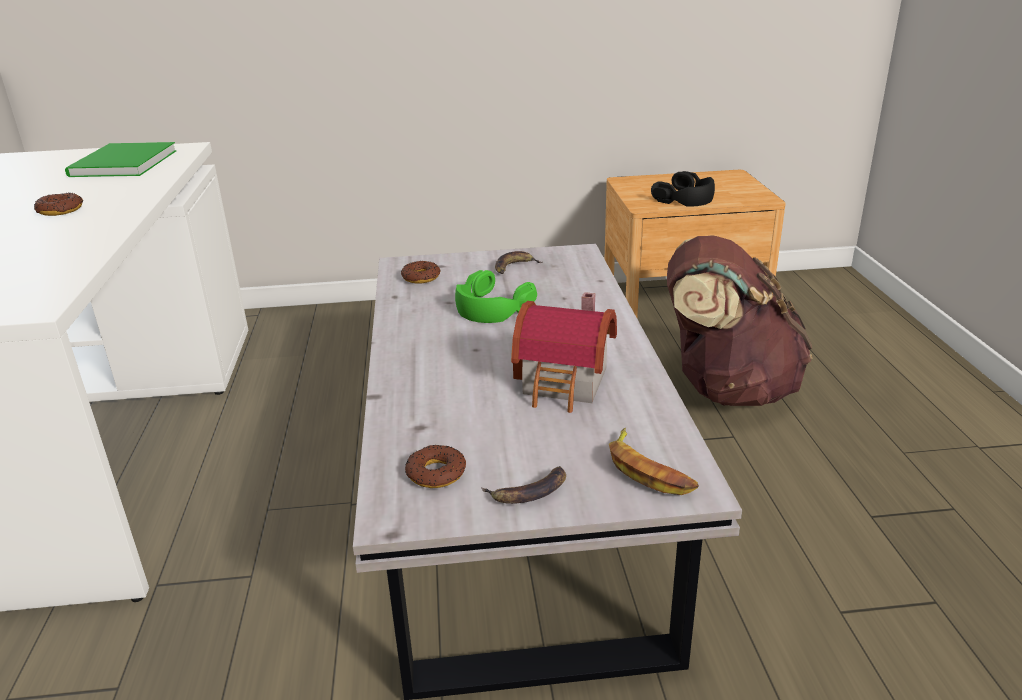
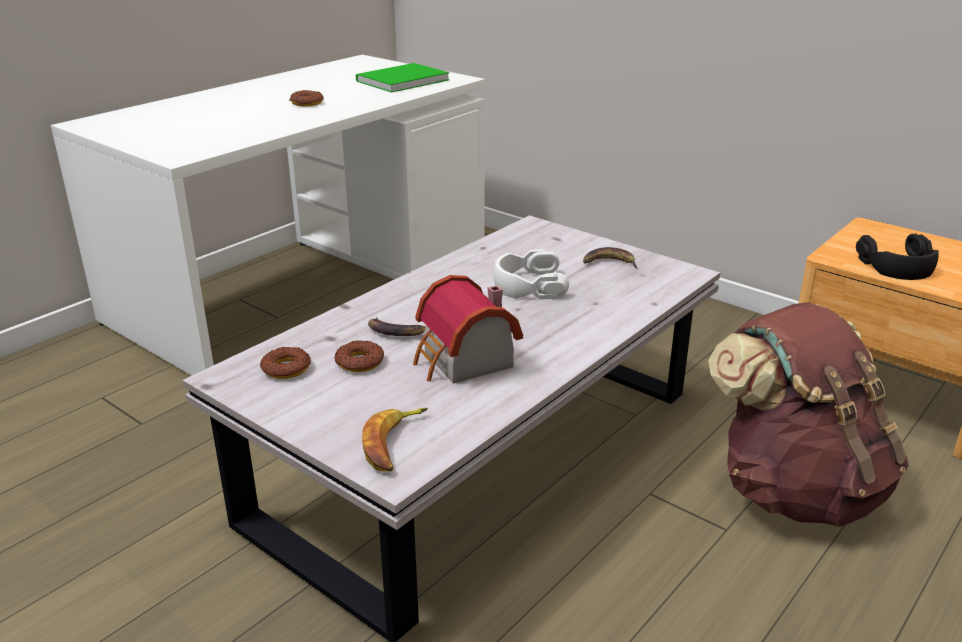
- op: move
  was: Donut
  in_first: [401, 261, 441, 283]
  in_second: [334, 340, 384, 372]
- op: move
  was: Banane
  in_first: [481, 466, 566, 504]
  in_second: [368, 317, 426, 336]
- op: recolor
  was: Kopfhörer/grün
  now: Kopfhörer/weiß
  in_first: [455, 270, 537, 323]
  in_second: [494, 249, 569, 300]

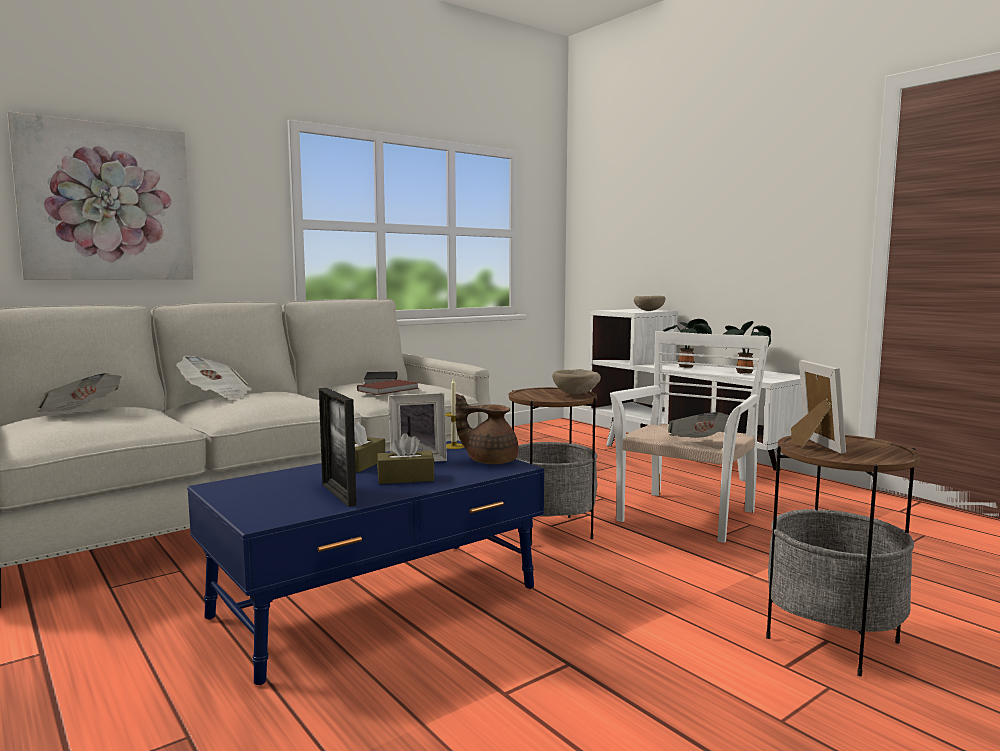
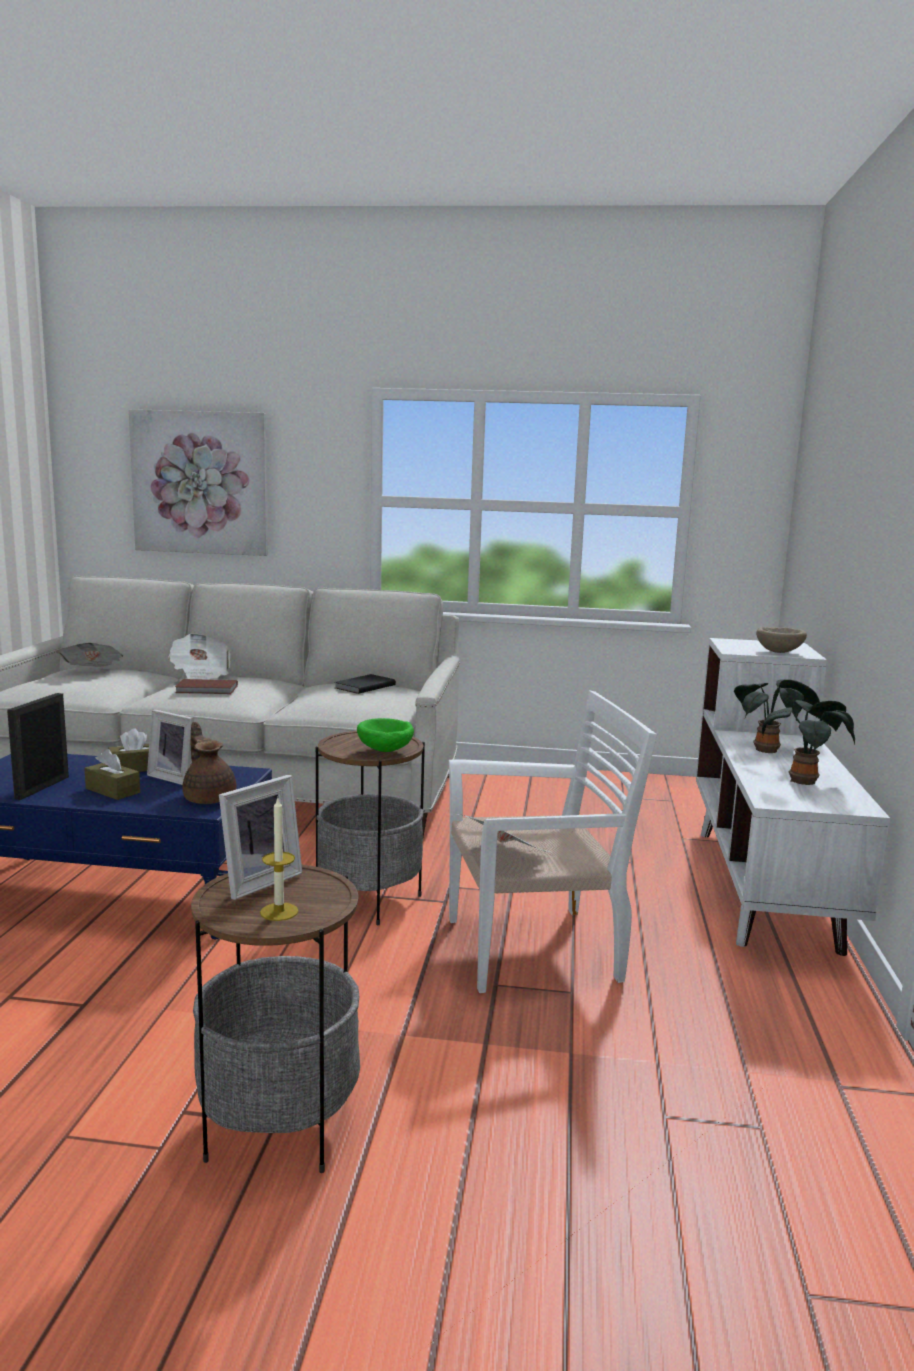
- op: move
  was: Buch/braun
  in_first: [357, 380, 419, 395]
  in_second: [175, 679, 238, 694]
- op: move
  was: Kerze
  in_first: [445, 377, 464, 449]
  in_second: [260, 798, 298, 921]
- op: recolor
  was: Schüssel/beige
  now: Schüssel/grün
  in_first: [552, 369, 601, 394]
  in_second: [357, 718, 414, 752]

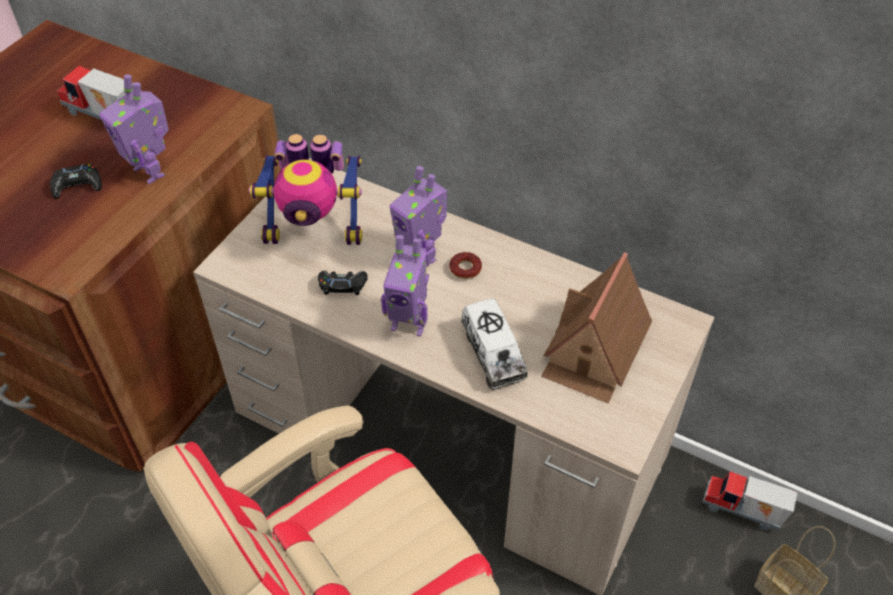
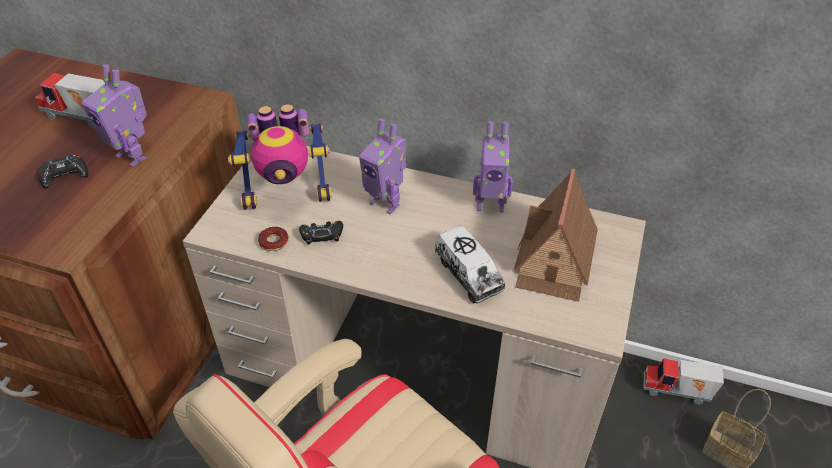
- op: move
  was: Donut
  in_first: [449, 252, 482, 279]
  in_second: [258, 227, 288, 251]
- op: move
  was: Spielzeugroboter
  in_first: [381, 235, 429, 337]
  in_second: [473, 121, 513, 212]

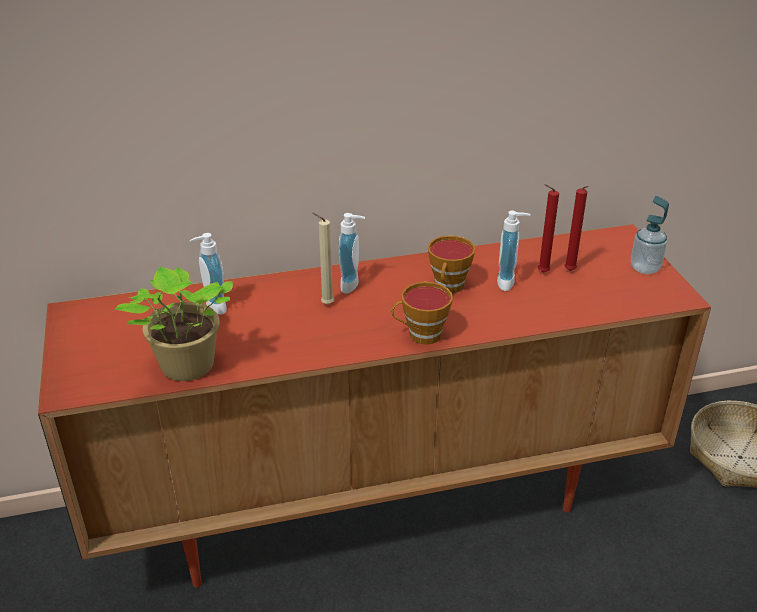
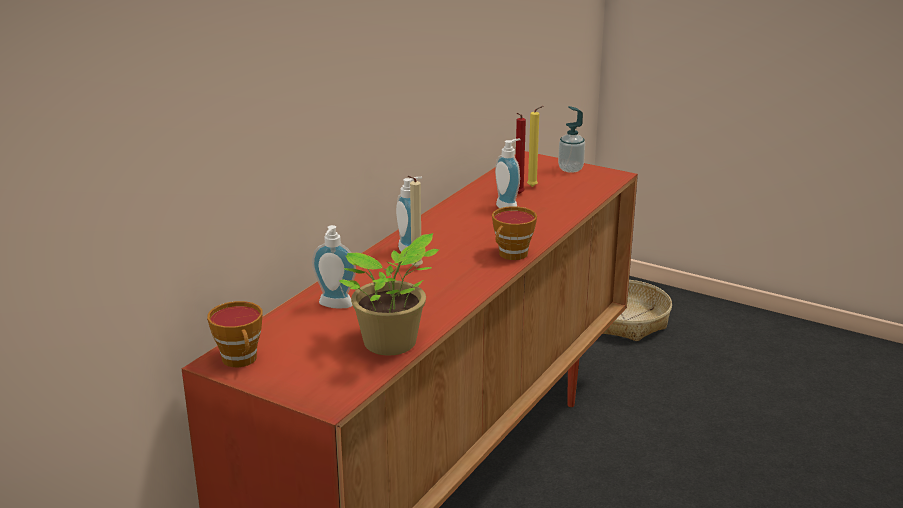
- op: move
  was: Tasse
  in_first: [428, 235, 475, 293]
  in_second: [207, 301, 263, 367]
- op: recolor
  was: Kerze/rot
  now: Kerze/gelb
  in_first: [564, 186, 589, 271]
  in_second: [527, 106, 544, 187]

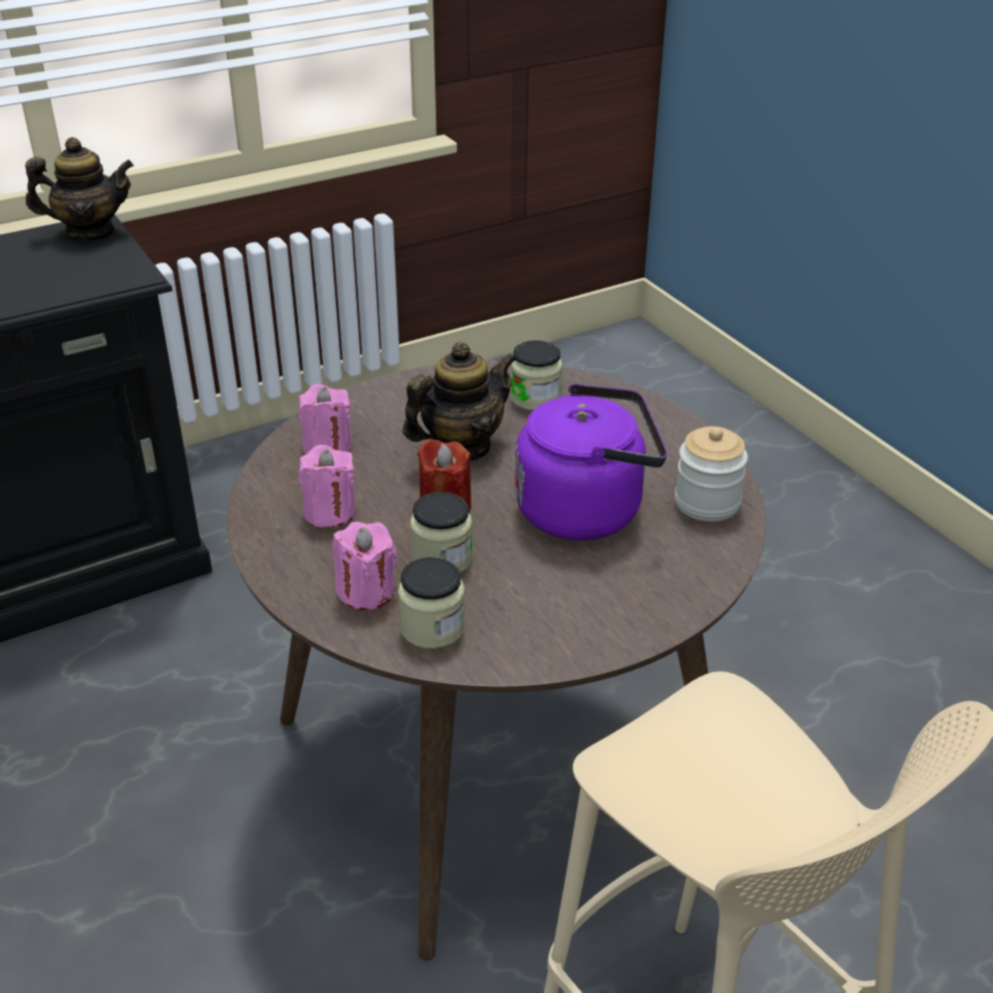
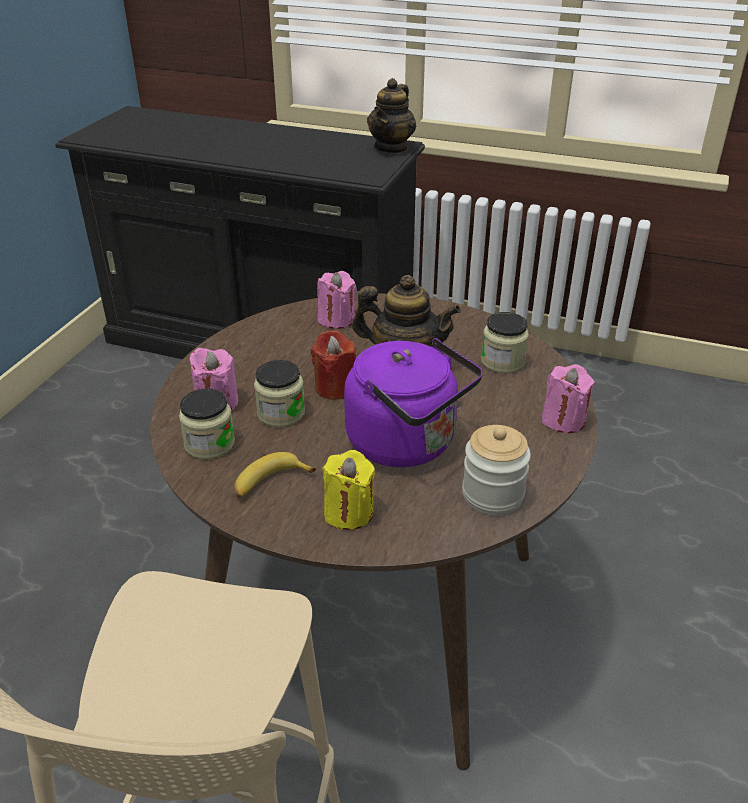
- op: insert
  now: Banane
  in_second: [234, 452, 316, 498]
- op: insert
  now: Kerze/gelb
  in_second: [323, 450, 375, 530]
- op: rotate
  was: Teekanne
  in_first: [25, 137, 134, 241]
  in_second: [367, 78, 416, 154]
  clockwise: 75
- op: move
  was: Kerze/rosa
  in_first: [299, 445, 356, 527]
  in_second: [542, 364, 595, 433]

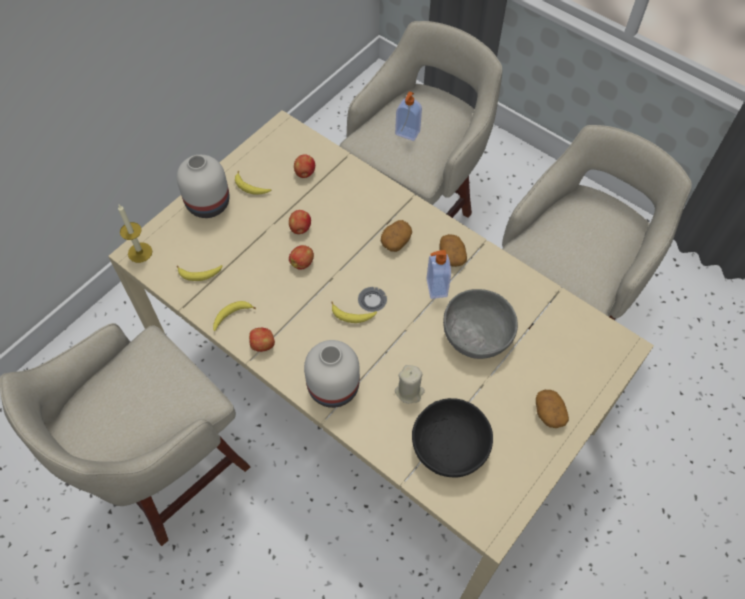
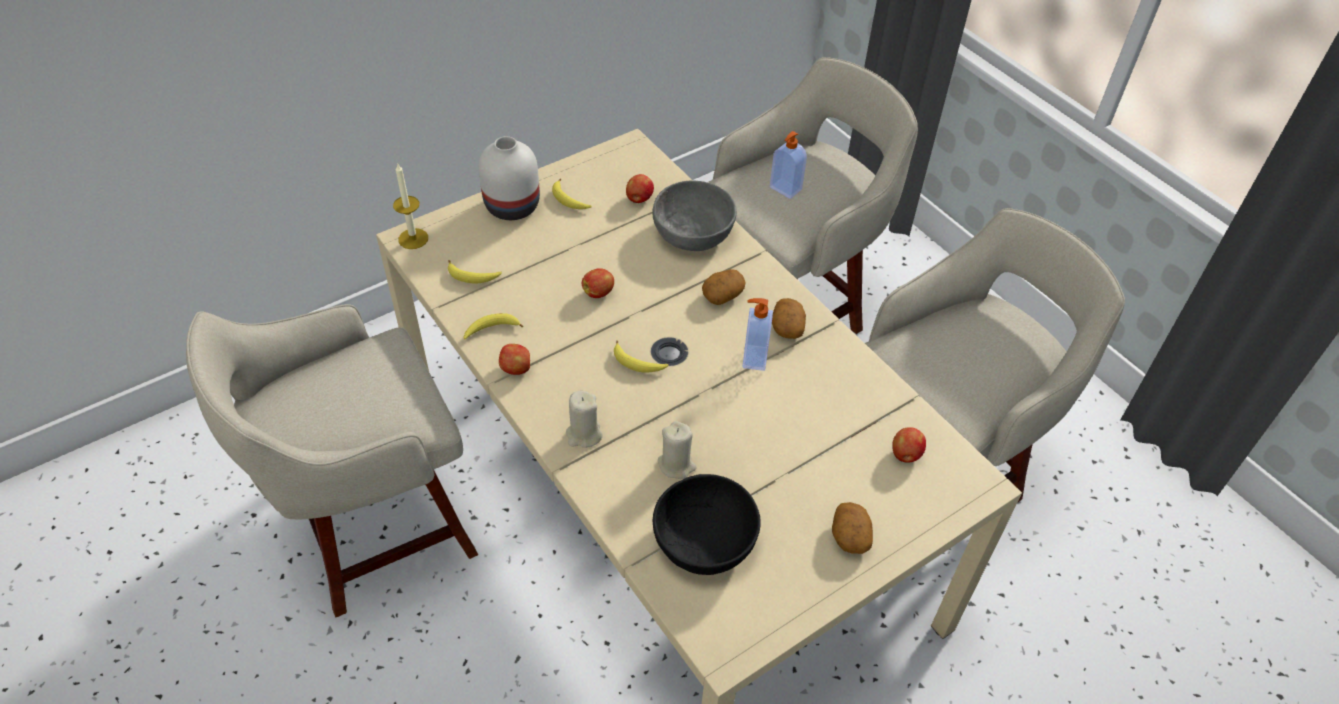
- op: replace
  was: Vase/weiß
  now: Kerze/beige
  in_first: [304, 340, 360, 408]
  in_second: [566, 391, 602, 448]
- op: move
  was: Schüssel/grau
  in_first: [443, 289, 518, 359]
  in_second: [652, 180, 737, 251]
- op: move
  was: Apfel
  in_first: [289, 210, 311, 234]
  in_second: [892, 427, 926, 462]

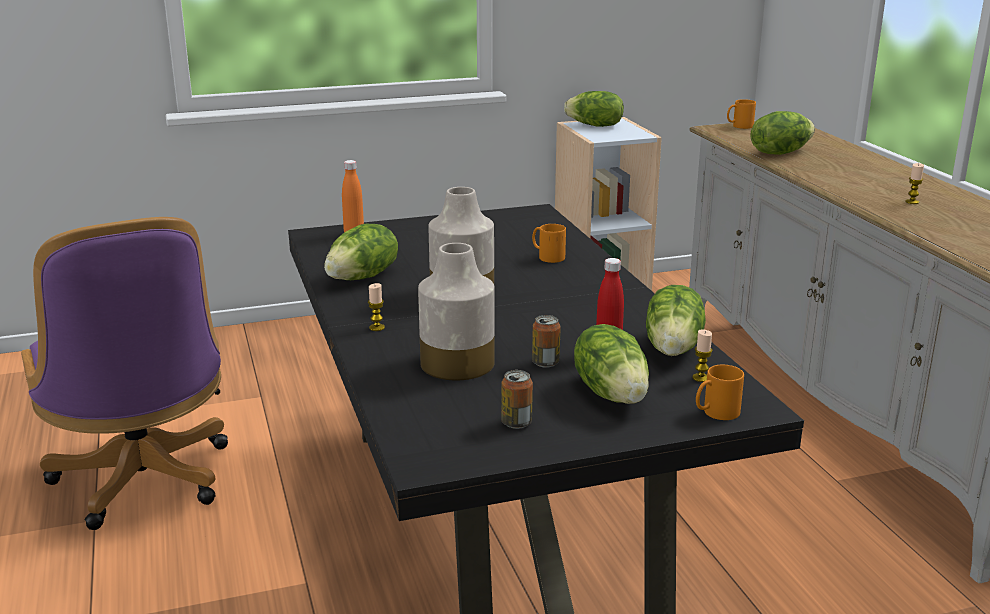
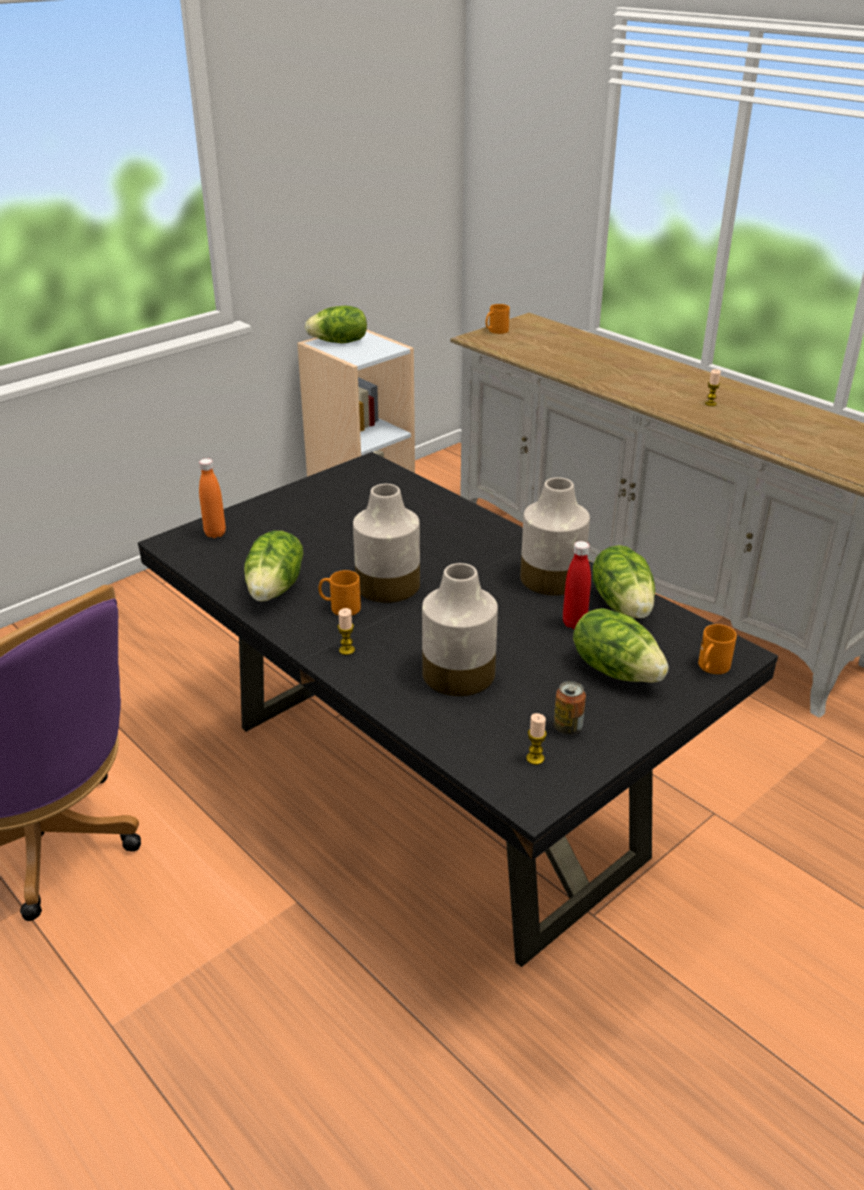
- op: move
  was: Henkelbecher/orange
  in_first: [532, 224, 566, 263]
  in_second: [318, 570, 361, 616]
- op: insert
  now: Vase/beige
  in_second: [520, 477, 590, 596]
- op: move
  was: Kerze
  in_first: [693, 329, 713, 382]
  in_second: [526, 713, 547, 765]
- op: delete
  was: Dose
  in_first: [532, 315, 561, 368]
- op: delete
  was: Salatkopf
  in_first: [750, 111, 815, 155]

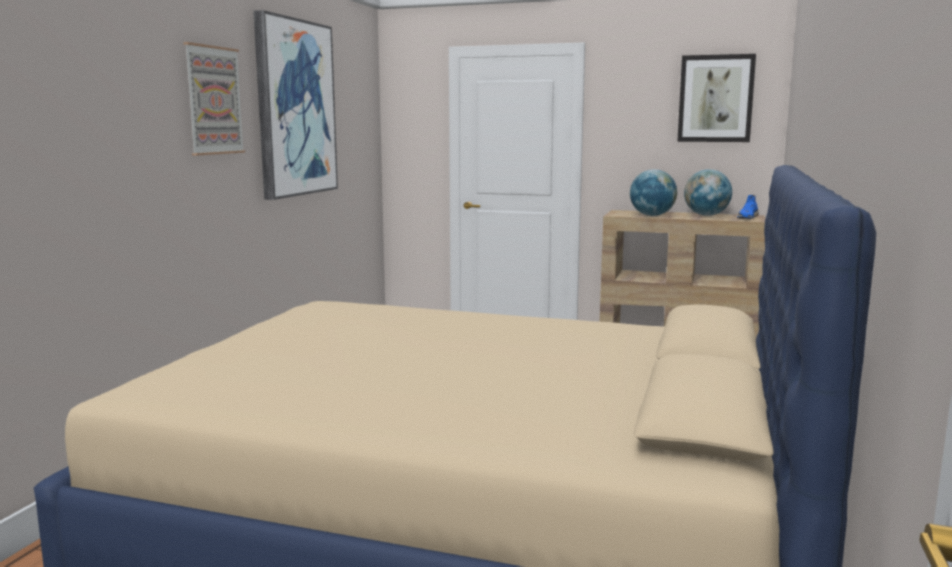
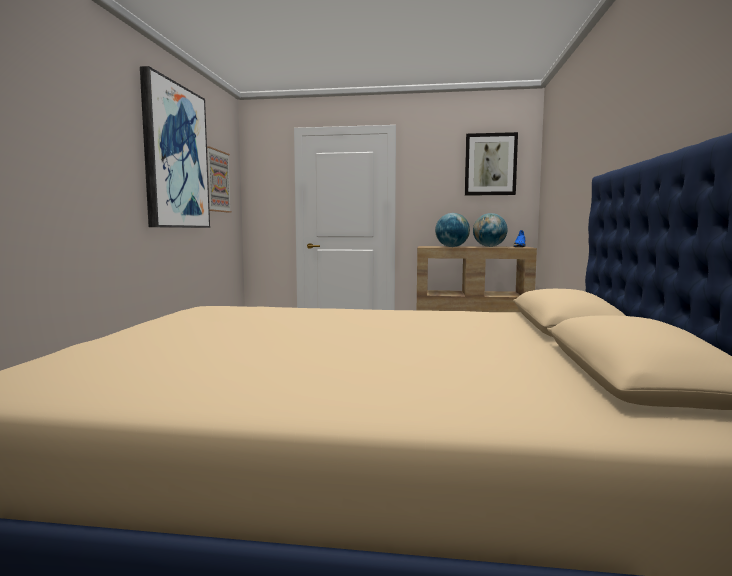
- op: move
  was: Bild
  in_first: [184, 42, 245, 156]
  in_second: [207, 146, 232, 213]

